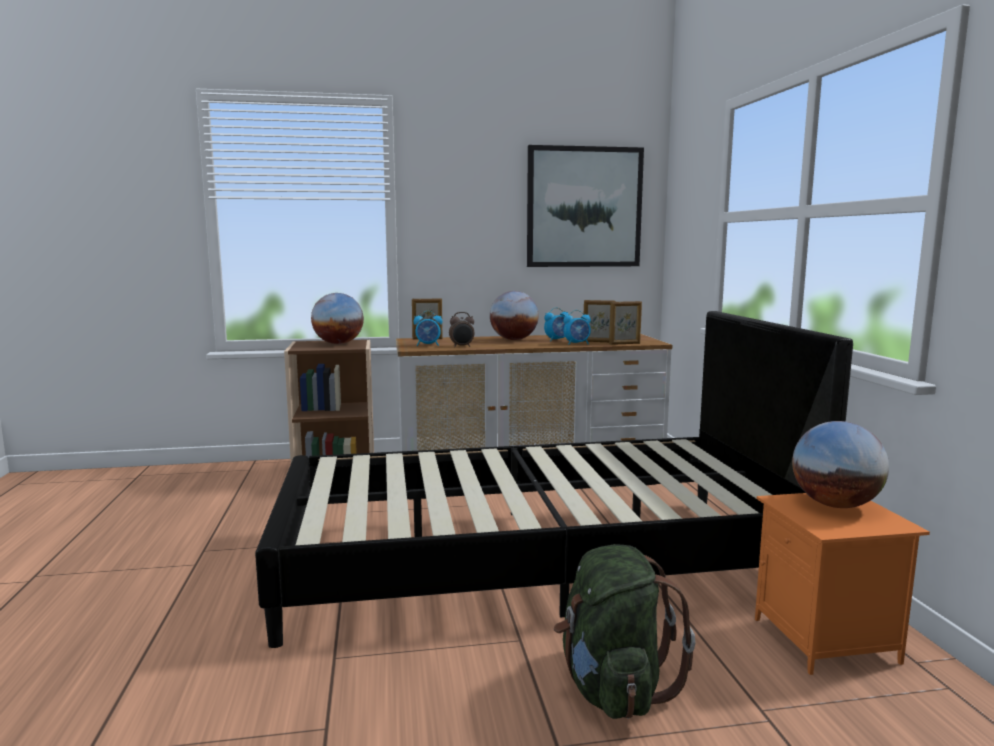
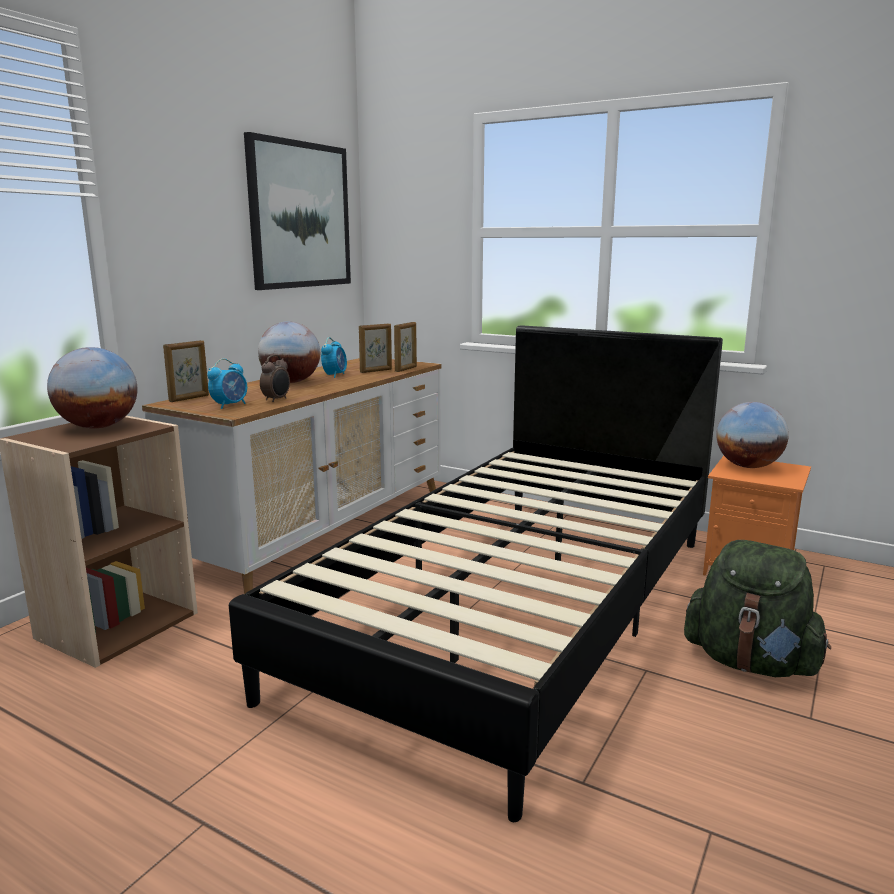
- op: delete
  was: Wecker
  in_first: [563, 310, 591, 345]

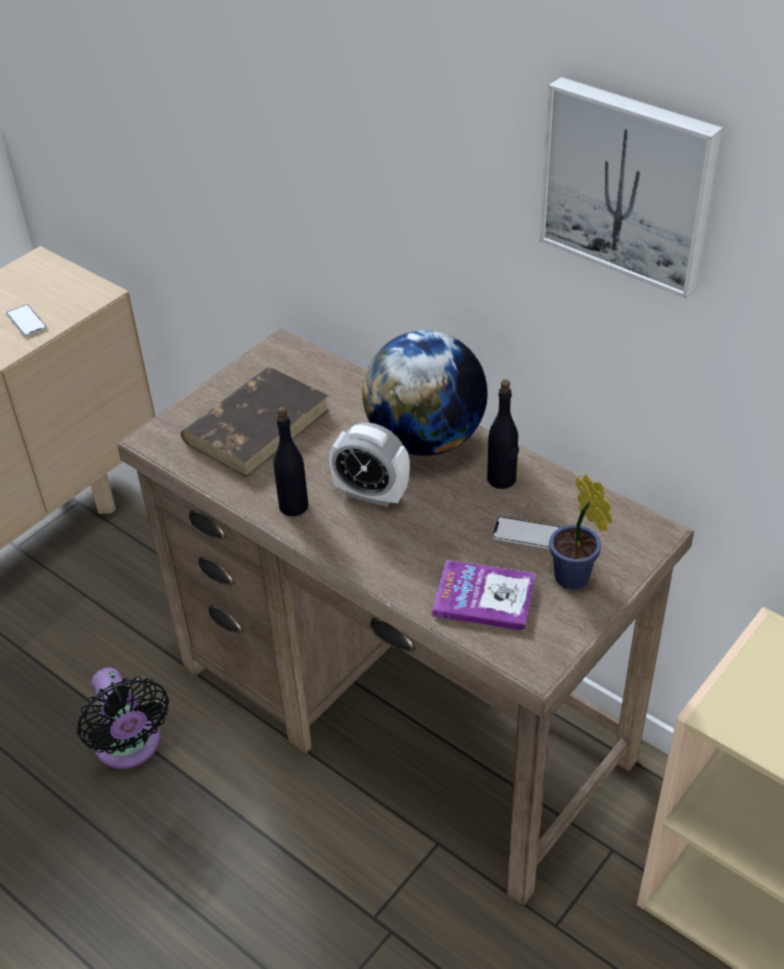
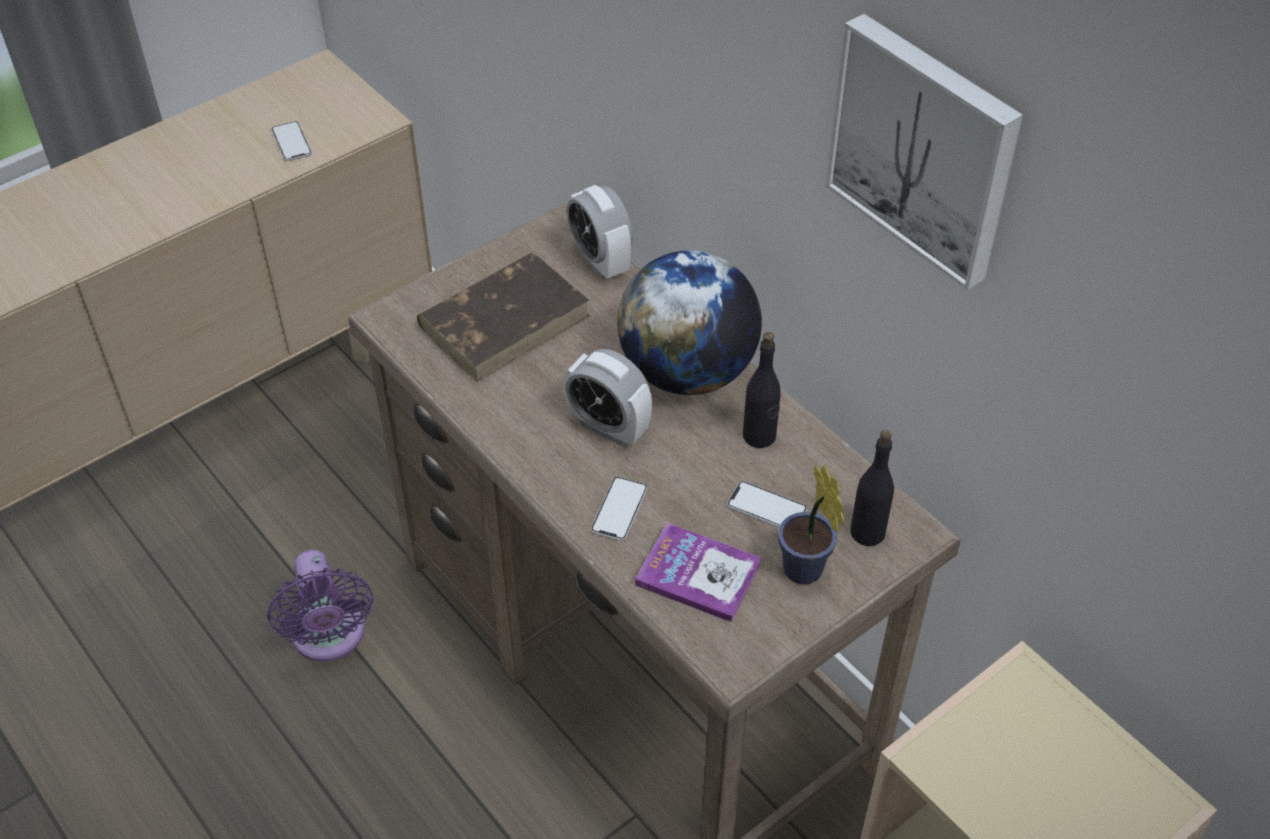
- op: recolor
  was: Ventilator/schwarz
  now: Ventilator/lila
  in_first: [77, 667, 169, 769]
  in_second: [267, 550, 374, 662]
- op: insert
  now: Wecker
  in_second: [567, 185, 633, 279]
- op: insert
  now: Handy
  in_second: [591, 477, 648, 541]
- op: move
  was: Flasche/schwarz
  in_first: [273, 407, 308, 516]
  in_second: [850, 430, 894, 546]

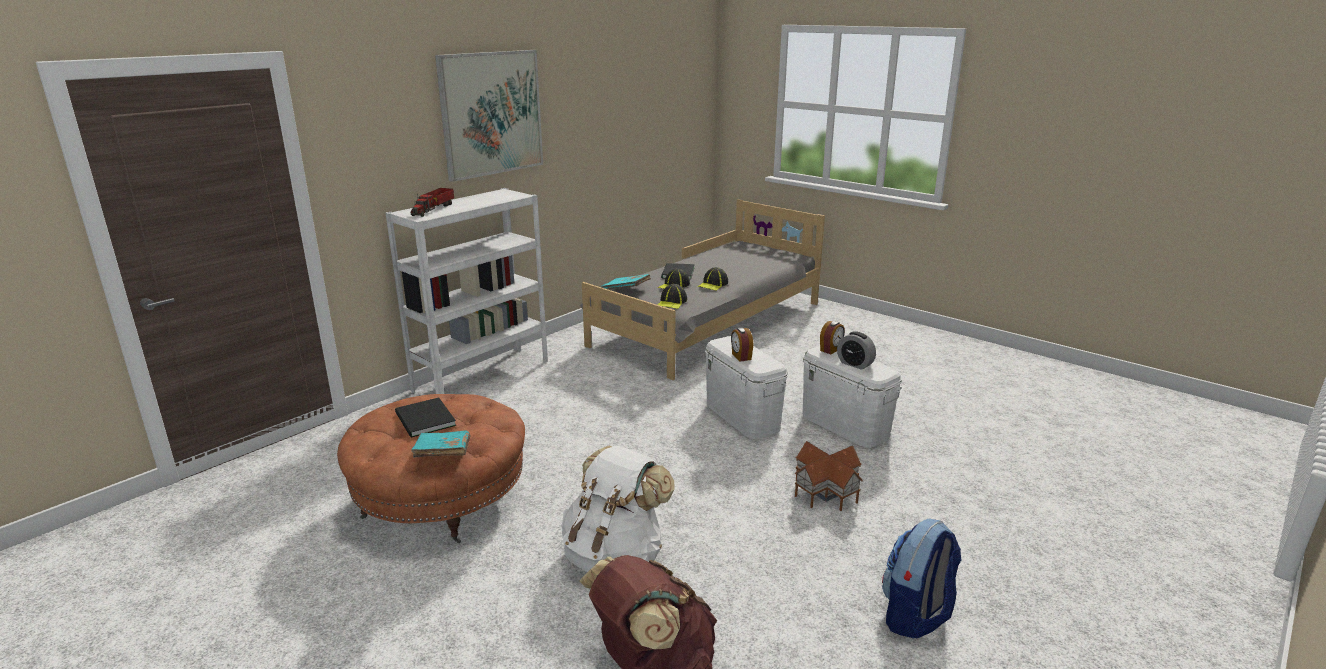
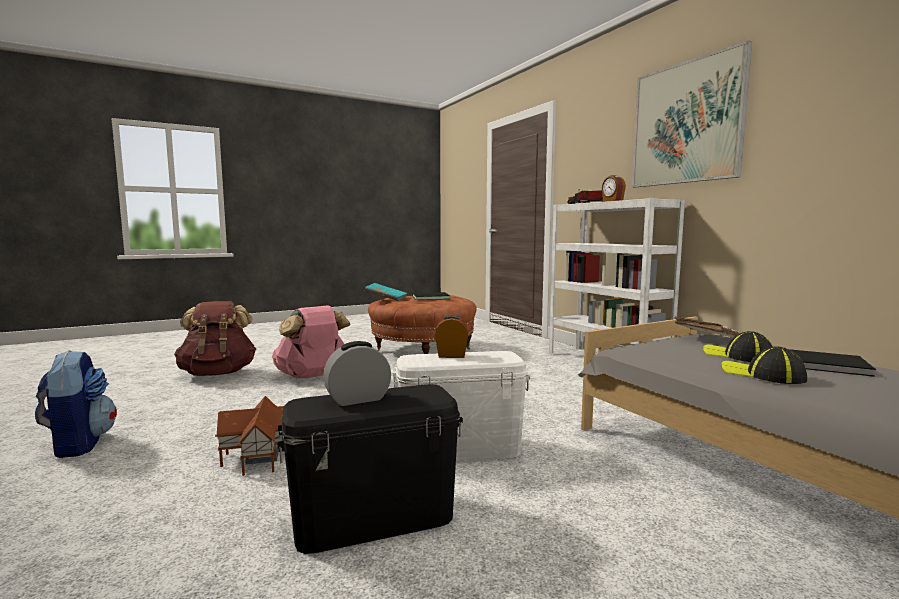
- op: recolor
  was: Rucksack/weiß
  now: Rucksack/rosa
  in_first: [561, 445, 675, 572]
  in_second: [272, 305, 351, 378]
- op: recolor
  was: Aufbewahrungsbox/weiß
  now: Aufbewahrungsbox/schwarz
  in_first: [803, 346, 902, 448]
  in_second: [277, 384, 463, 554]
- op: move
  was: Wecker
  in_first: [820, 321, 845, 354]
  in_second: [602, 175, 626, 202]
- op: recolor
  was: Buch/türkis
  now: Buch/weiß
  in_first: [601, 274, 651, 290]
  in_second: [675, 316, 740, 337]
- op: delete
  was: Kappe
  in_first: [658, 284, 687, 309]

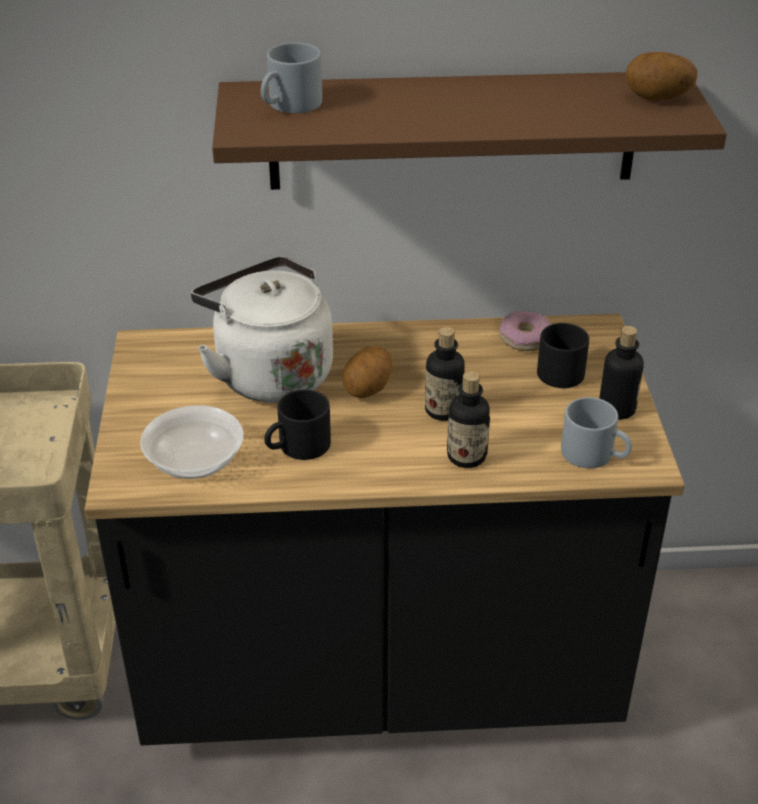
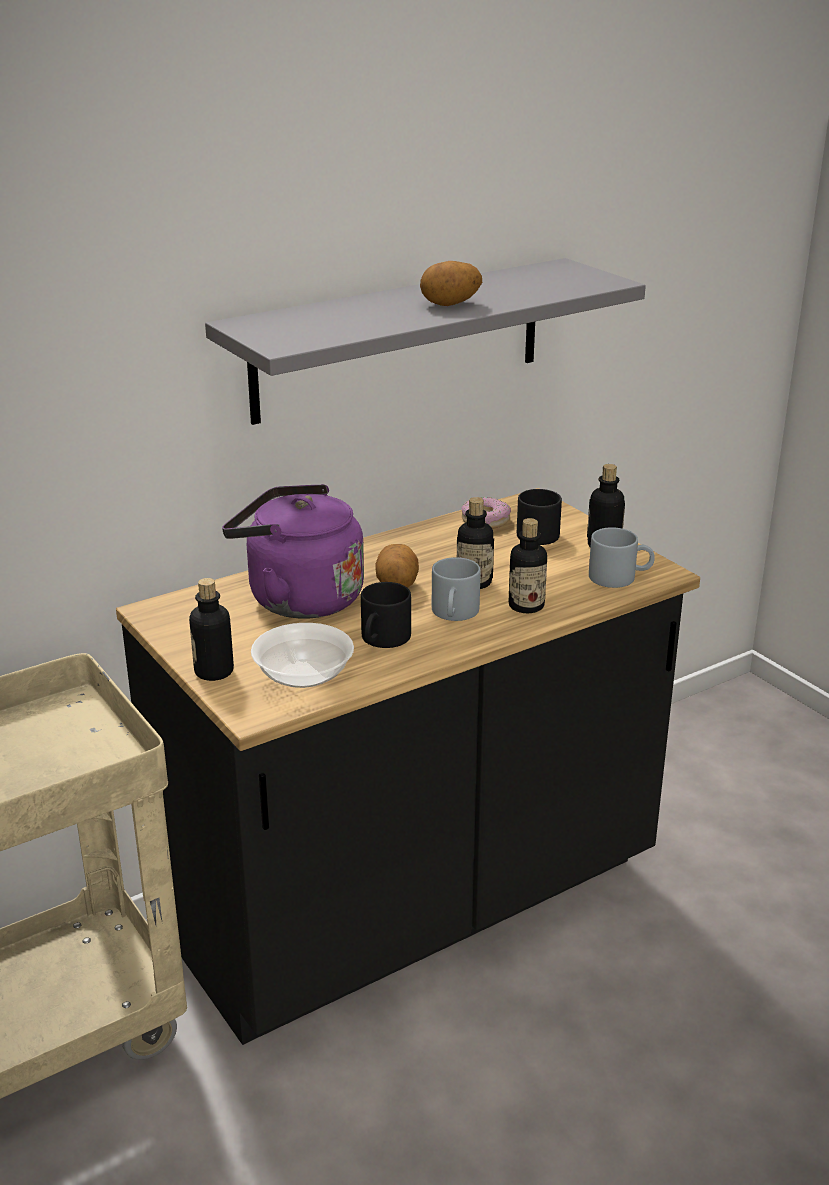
- op: insert
  now: Flasche
  in_second: [189, 578, 234, 681]
- op: recolor
  was: Wandregal/braun
  now: Wandregal/grau
  in_first: [212, 72, 727, 190]
  in_second: [205, 258, 646, 425]
- op: recolor
  was: Wasserkessel/weiß
  now: Wasserkessel/lila
  in_first: [191, 256, 333, 403]
  in_second: [222, 484, 364, 619]
- op: move
  was: Kartoffel
  in_first: [626, 52, 697, 101]
  in_second: [420, 261, 482, 306]
- op: move
  was: Henkelbecher/grau
  in_first: [261, 43, 322, 113]
  in_second: [432, 557, 480, 621]

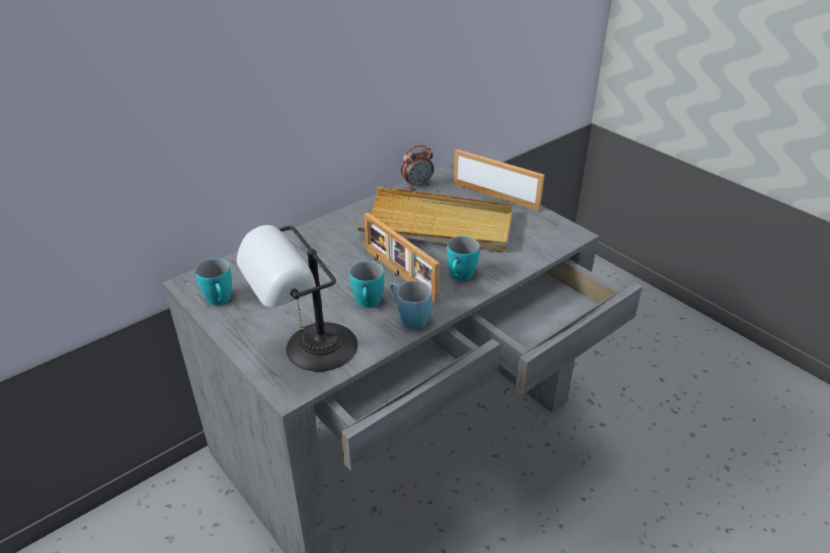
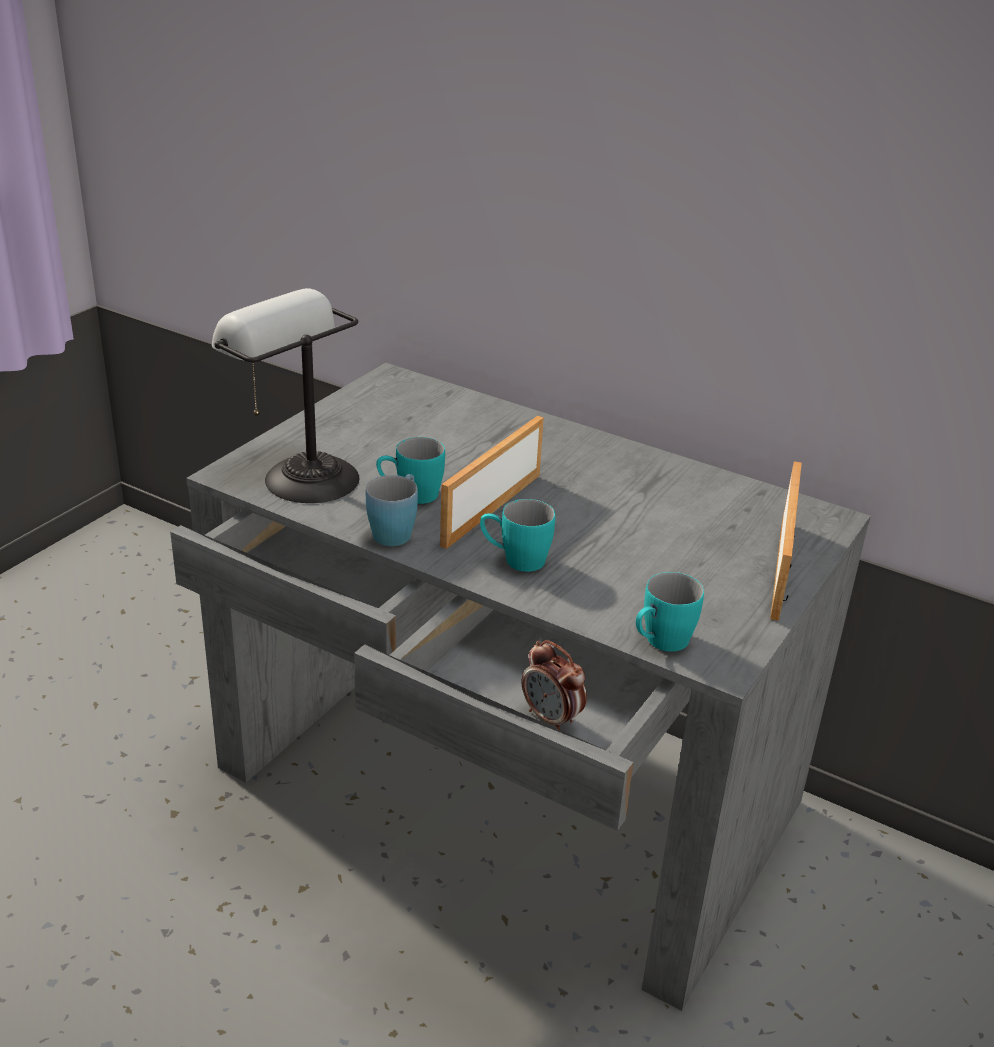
- op: move
  was: Wecker
  in_first: [401, 145, 434, 189]
  in_second: [522, 640, 587, 730]
- op: move
  was: Henkelbecher/türkis
  in_first: [195, 258, 232, 305]
  in_second: [636, 572, 704, 652]
- op: delete
  was: Tablett/beige
  in_first: [358, 186, 513, 252]

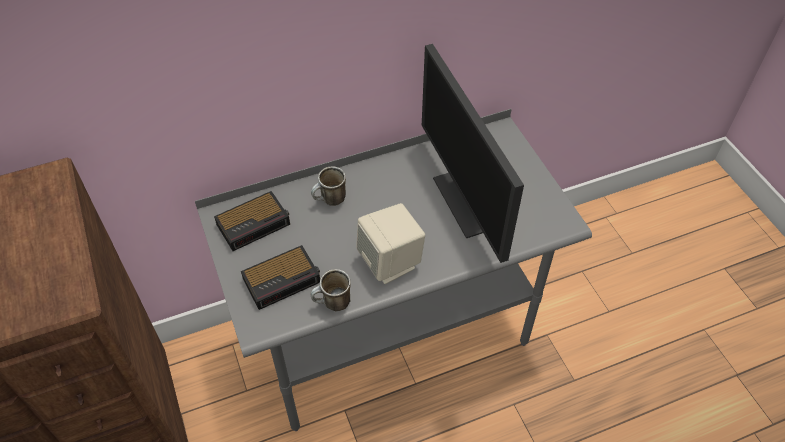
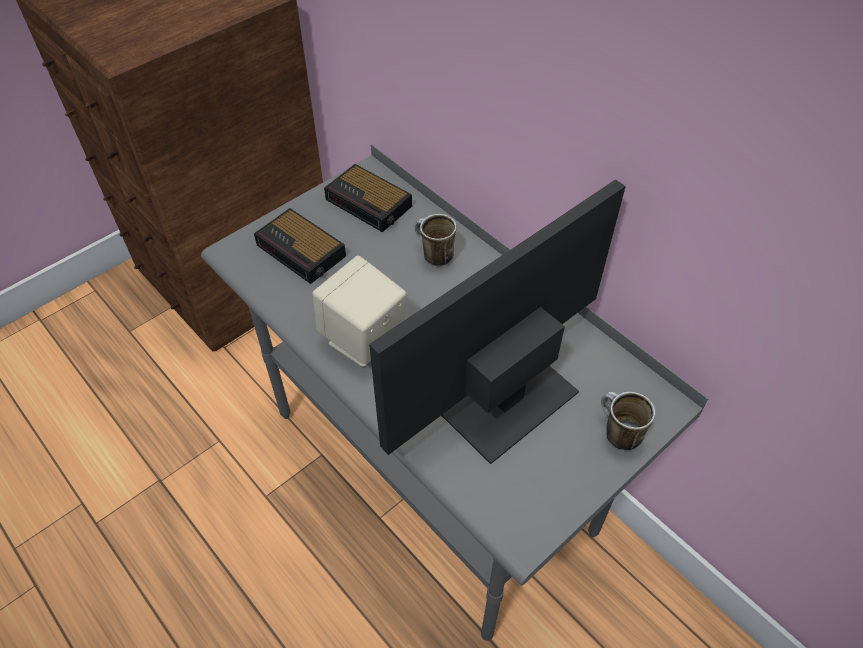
- op: move
  was: Henkelbecher
  in_first: [310, 269, 351, 311]
  in_second: [601, 391, 655, 450]

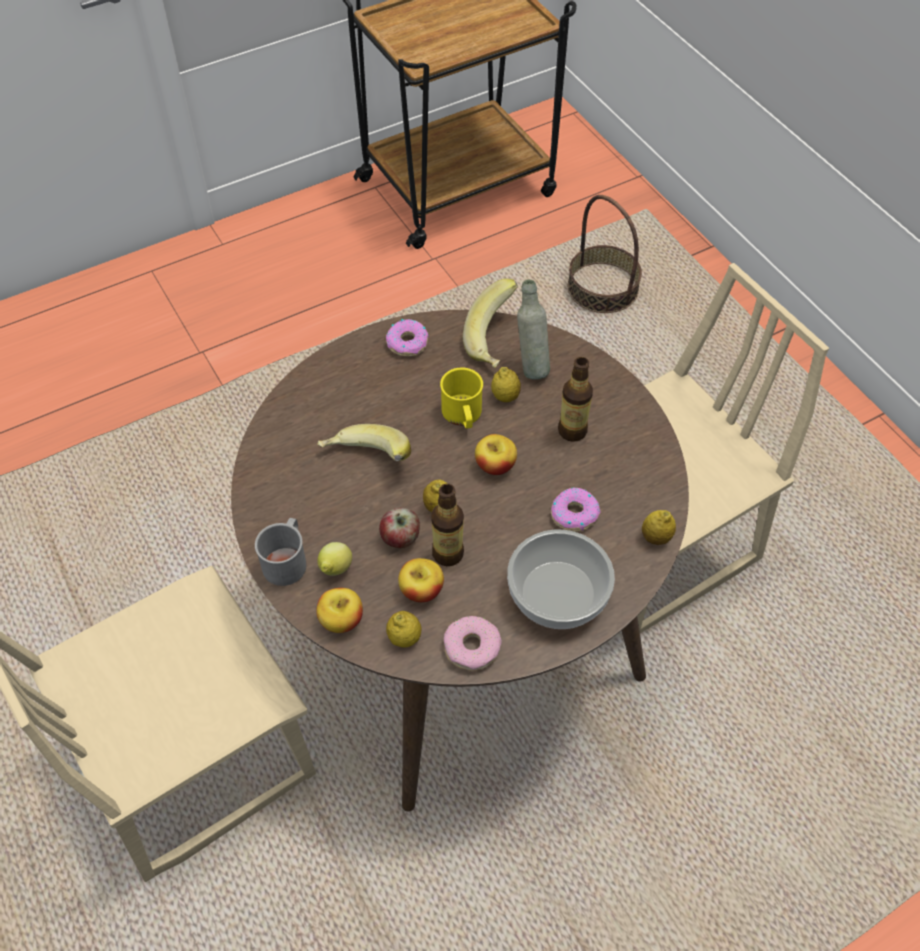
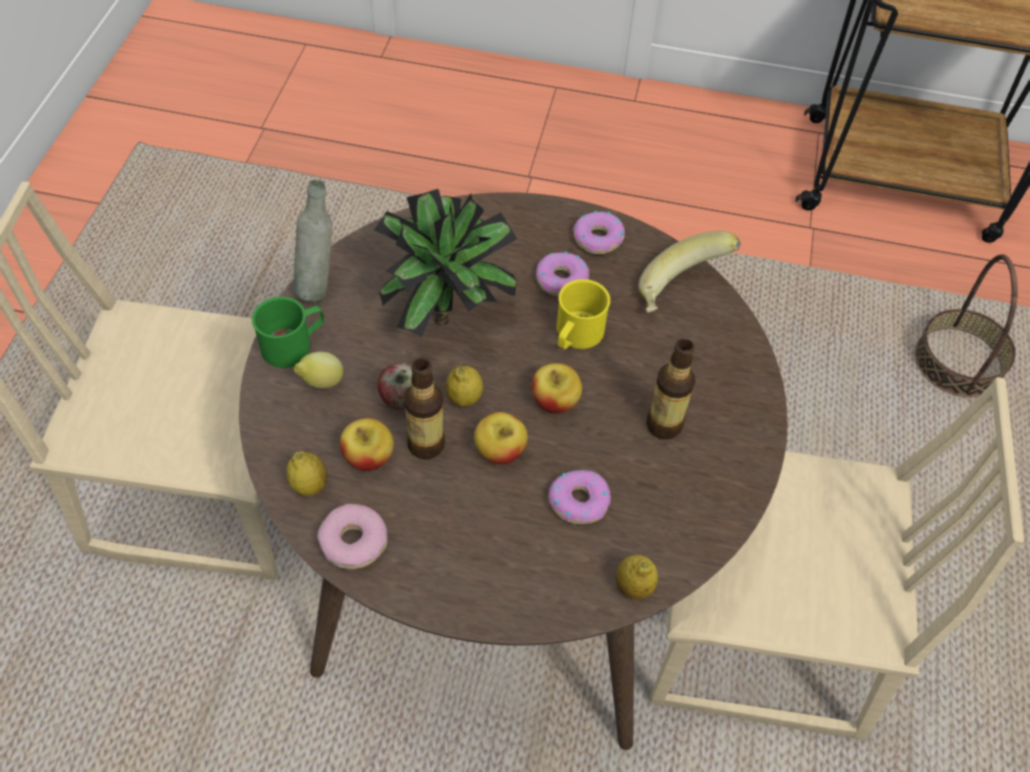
- op: recolor
  was: Henkelbecher/grau
  now: Henkelbecher/grün
  in_first: [255, 518, 307, 586]
  in_second: [252, 297, 324, 368]
- op: move
  was: Flasche/grau
  in_first: [517, 279, 550, 380]
  in_second: [294, 180, 332, 302]
- op: replace
  was: Banane
  now: Topfpflanze
  in_first: [317, 424, 411, 461]
  in_second: [374, 189, 517, 337]
- op: move
  was: Apfel
  in_first: [316, 588, 363, 633]
  in_second: [474, 412, 528, 464]
- op: insert
  now: Donut
  in_second: [536, 252, 589, 296]
- op: delete
  was: Zitrone
  in_first: [491, 367, 521, 402]
- op: delete
  was: Schüssel
  in_first: [507, 530, 615, 629]

